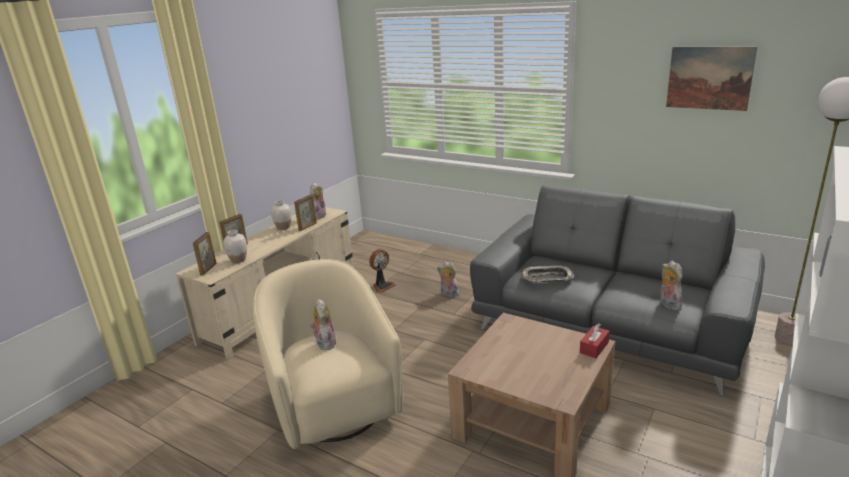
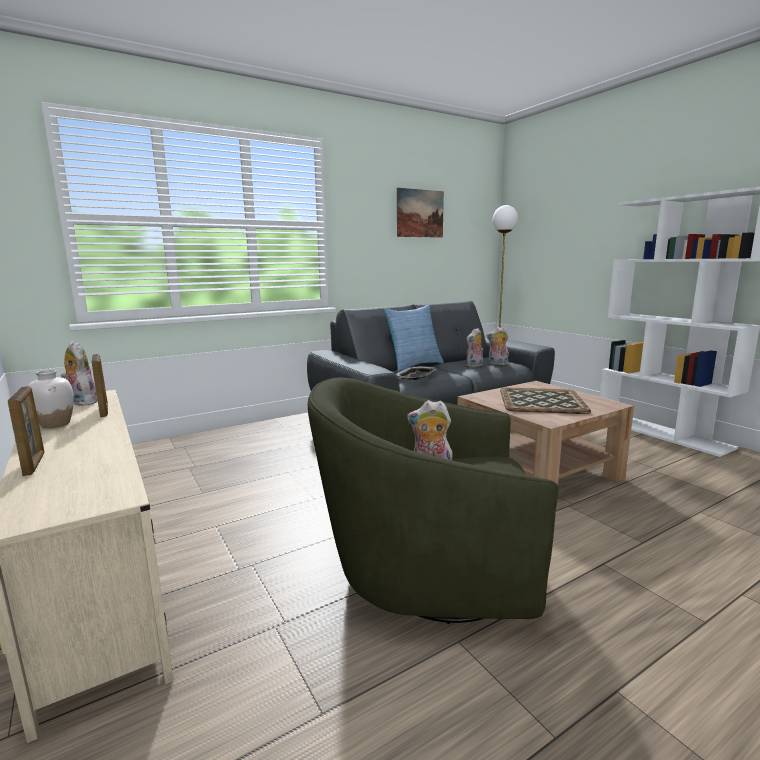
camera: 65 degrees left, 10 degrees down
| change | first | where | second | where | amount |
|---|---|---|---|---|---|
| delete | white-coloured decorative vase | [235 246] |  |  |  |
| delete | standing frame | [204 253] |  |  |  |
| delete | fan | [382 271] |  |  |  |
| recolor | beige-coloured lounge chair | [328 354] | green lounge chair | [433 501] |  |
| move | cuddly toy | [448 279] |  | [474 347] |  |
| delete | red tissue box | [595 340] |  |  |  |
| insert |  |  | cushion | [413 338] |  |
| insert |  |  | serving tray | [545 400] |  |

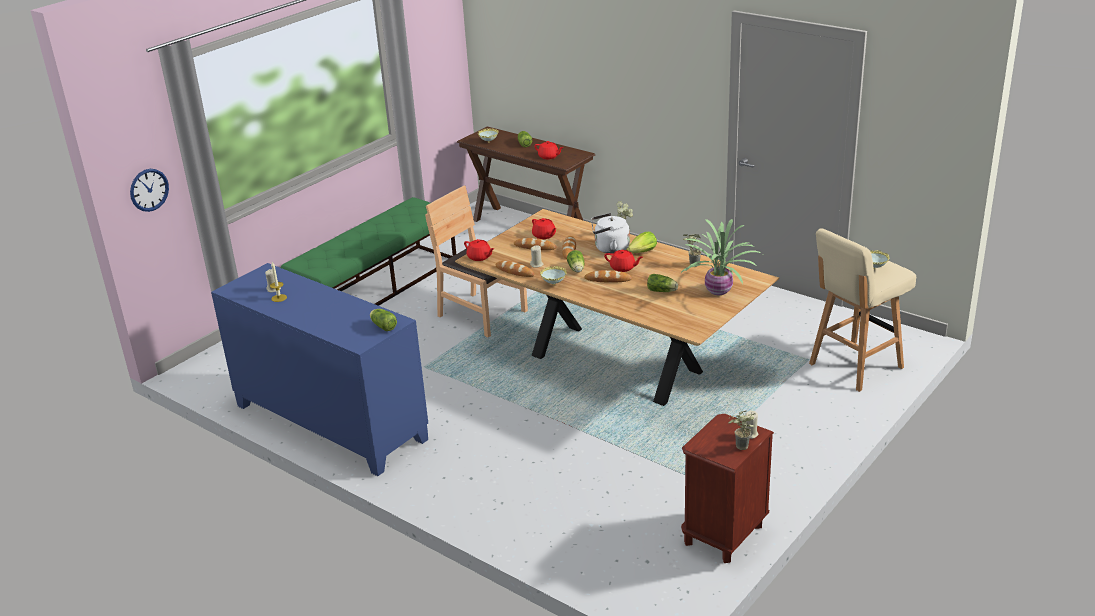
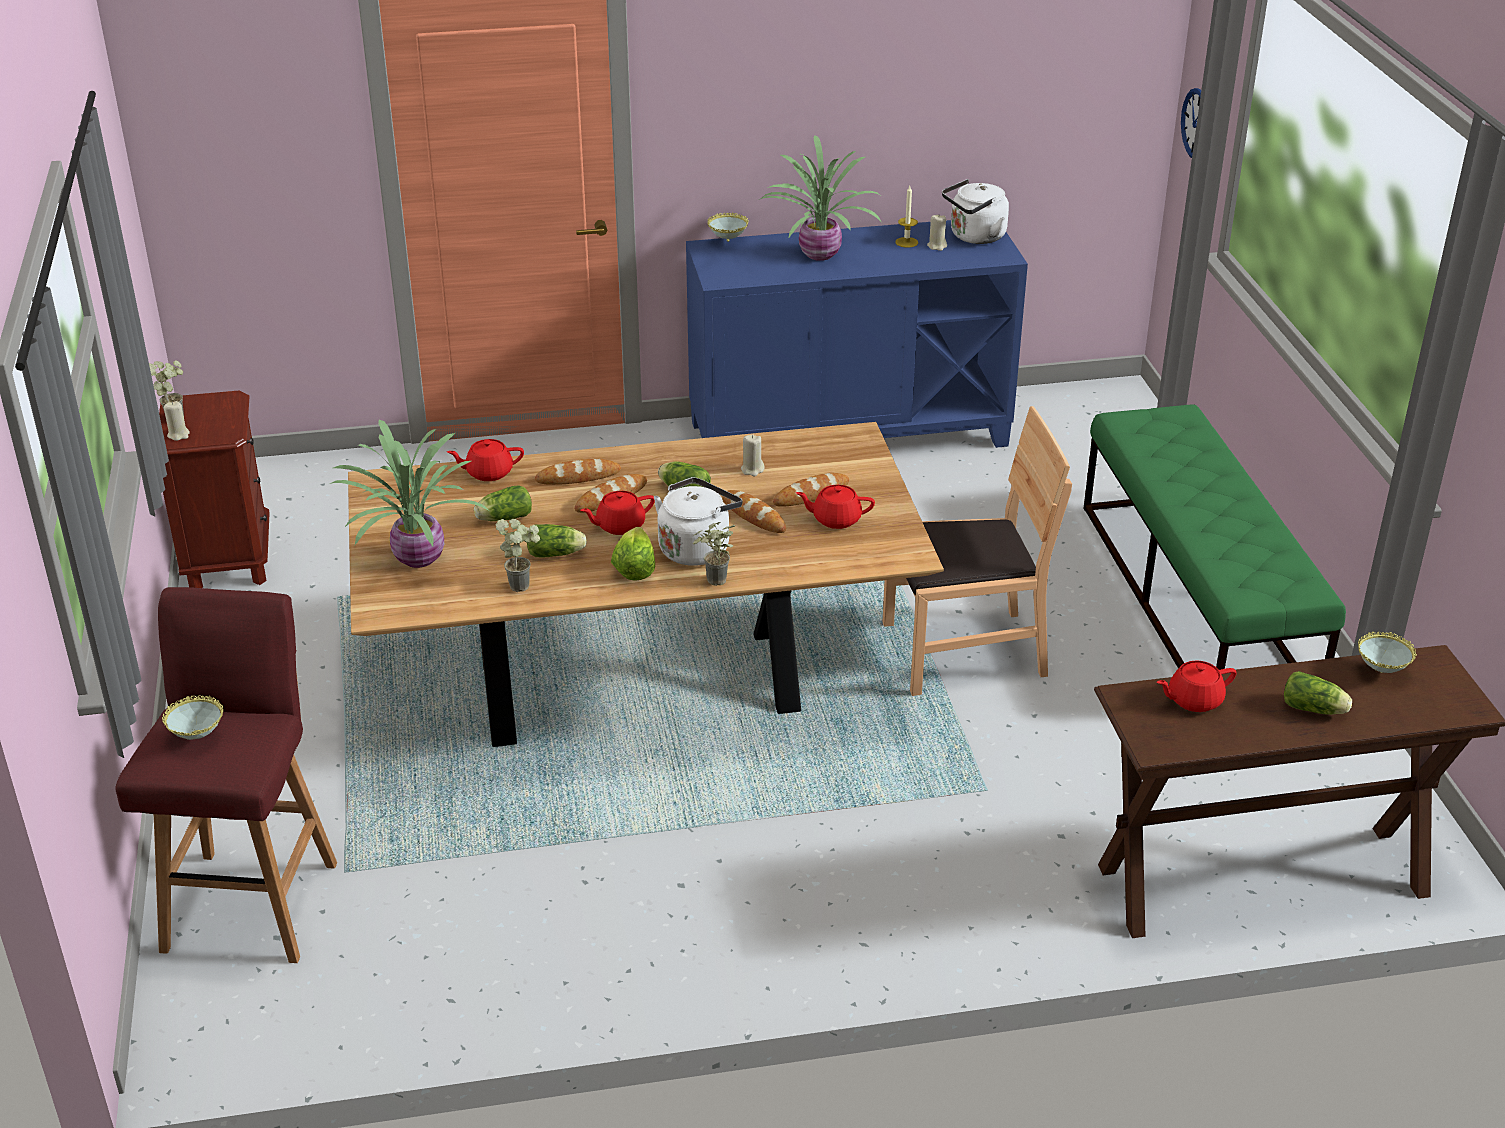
camera: 130 degrees right, 5 degrees up
| change | first | where | second | where | amount |
|---|---|---|---|---|---|
| recolor | beige-coloured sitting stool | [862 310] | red sitting stool | [226 775] |  |
| move | red teapot | [479 250] |  | [485 460] |  |
| move | bread | [515 269] |  | [578 472] |  |
| move | bowl | [553 275] |  | [728 227] |  |
| move | lettuce head | [383 320] |  | [557 541] |  |
| insert |  |  | plant in a pot | [820 198] |  |
| insert |  |  | white-coloured water kettle | [975 211] |  |

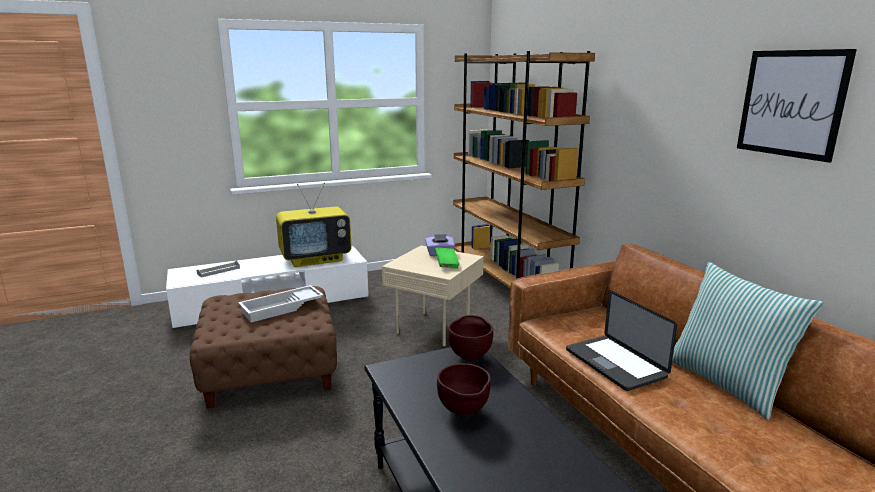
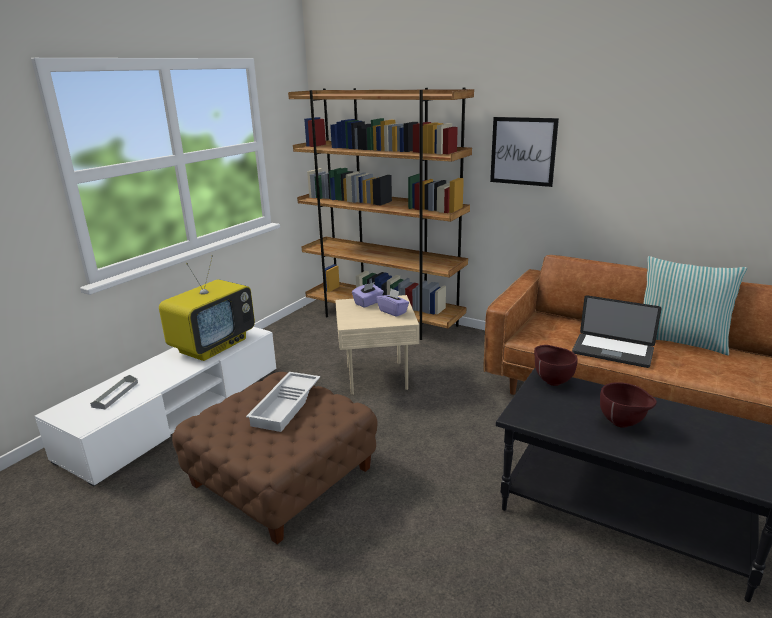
camera: 35 degrees left, 5 degrees up
| change | first | where | second | where | amount |
|---|---|---|---|---|---|
| move | picture | [797 106] |  | [524 152] |  |
| replace | green bound book | [447 258] | purplish tissue box | [393 303] |  |

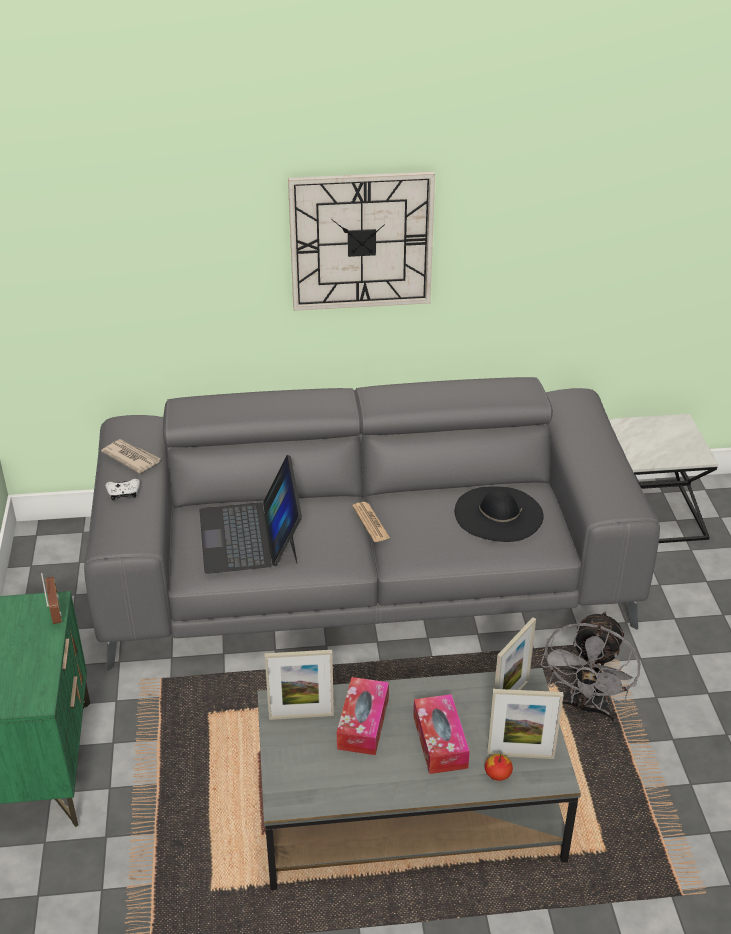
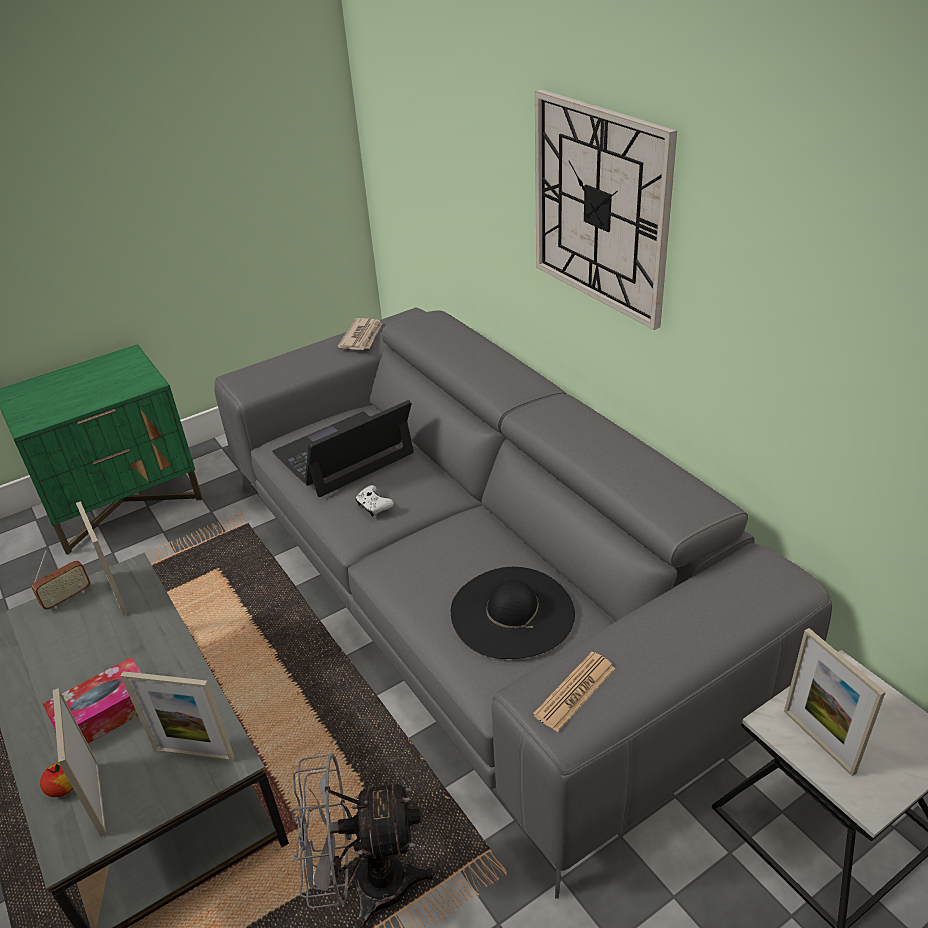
camera: 65 degrees right, 0 degrees up
| change | first | where | second | where | amount |
|---|---|---|---|---|---|
| move | white-coloured gamepad | [122 490] |  | [374 501] |  |
| move | printed paper | [371 522] |  | [574 692] |  |
| move | radio receiver | [51 598] |  | [61 580] |  |
| delete | tissue box | [363 716] |  |  |  |
| insert |  |  | standing frame | [835 702] |  |

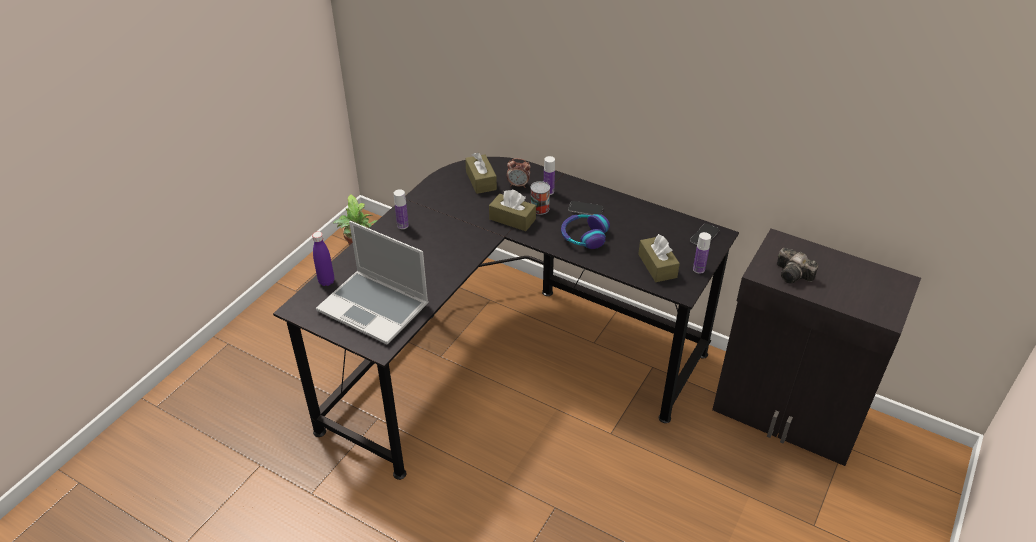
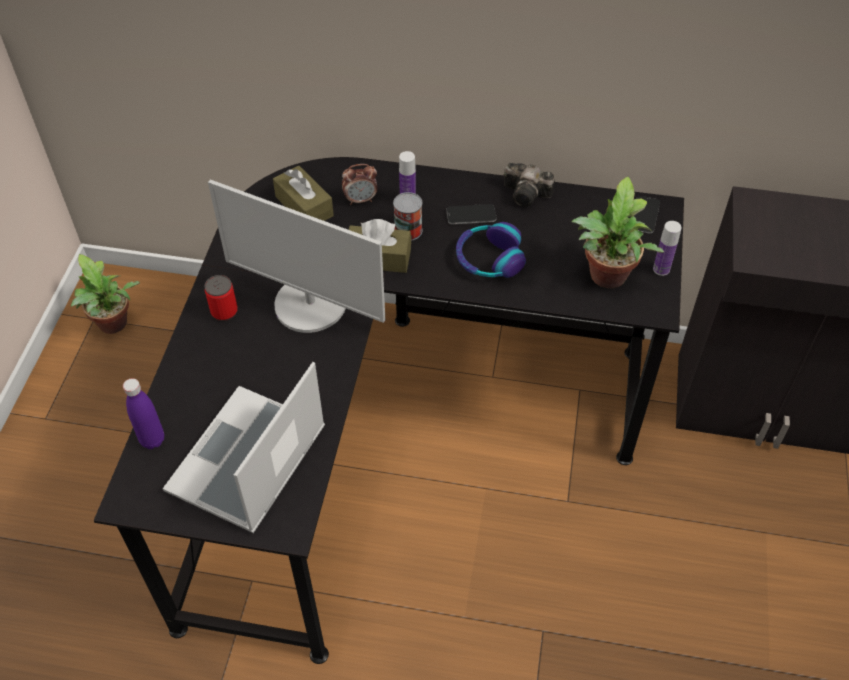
camera: 20 degrees left, 10 degrees up
| change | first | where | second | where | amount |
|---|---|---|---|---|---|
| replace | beverage bottle | [401 209] | metal can | [221 298] |  |
| rotate | laptop | [372 283] |  | [244 447] | 105 degrees clockwise |
| replace | brown tissue box | [659 258] | plant in a pot | [618 232] |  |
| move | photo camera | [797 266] |  | [529 185] |  |
| insert |  |  | monitor | [296 256] |  |

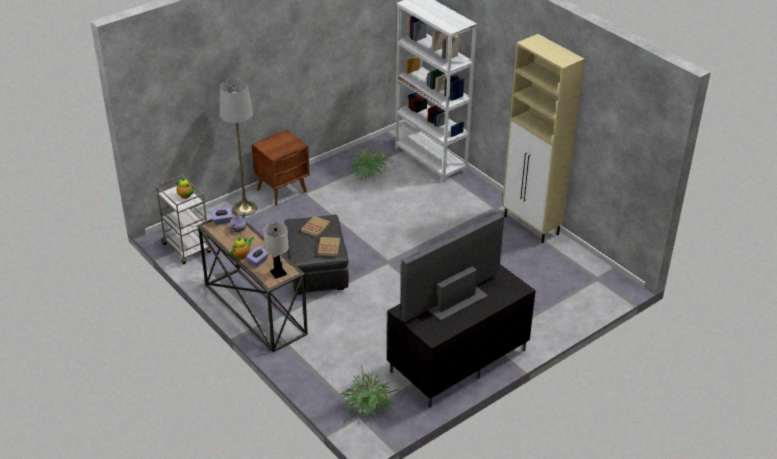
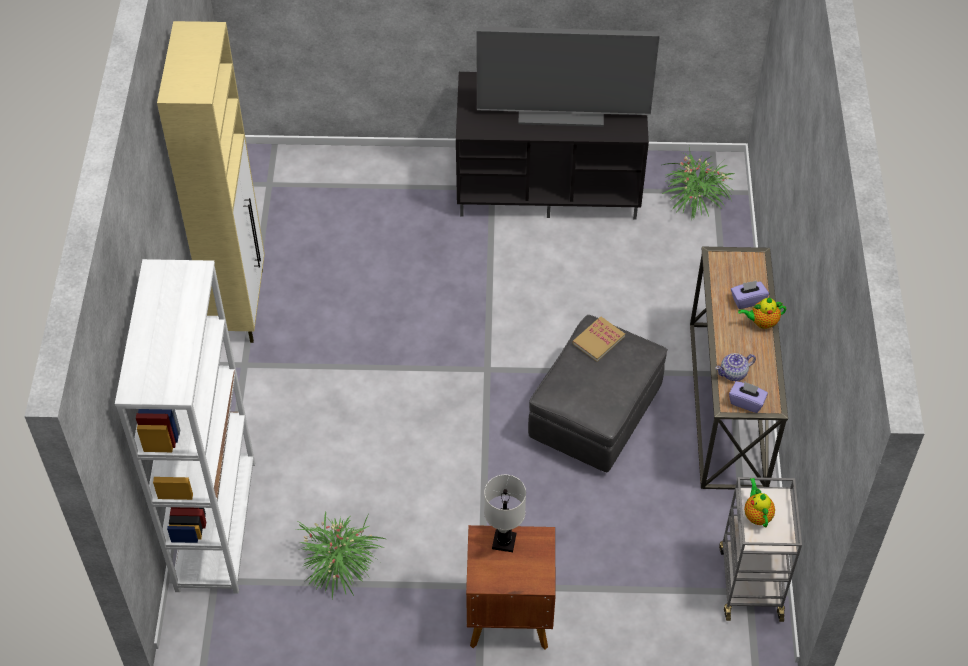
camera: 140 degrees left, 15 degrees up
| change | first | where | second | where | amount |
|---|---|---|---|---|---|
| delete | grey standing lamp | [238 147] |  |  |  |
| delete | bound book | [316 227] |  |  |  |
| move | white-coloured table lamp | [276 251] |  | [505 513] |  |

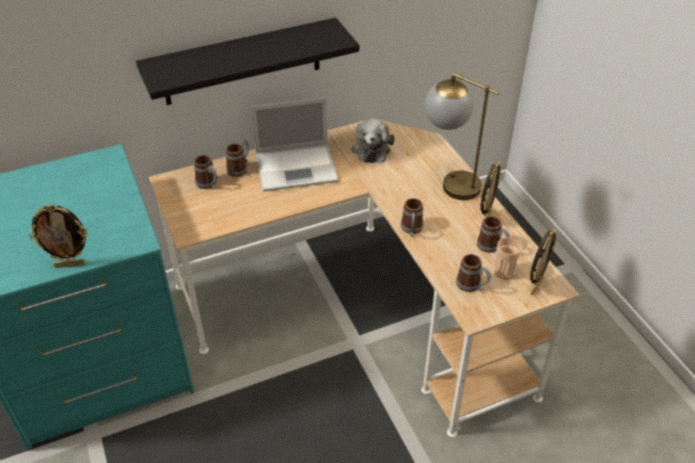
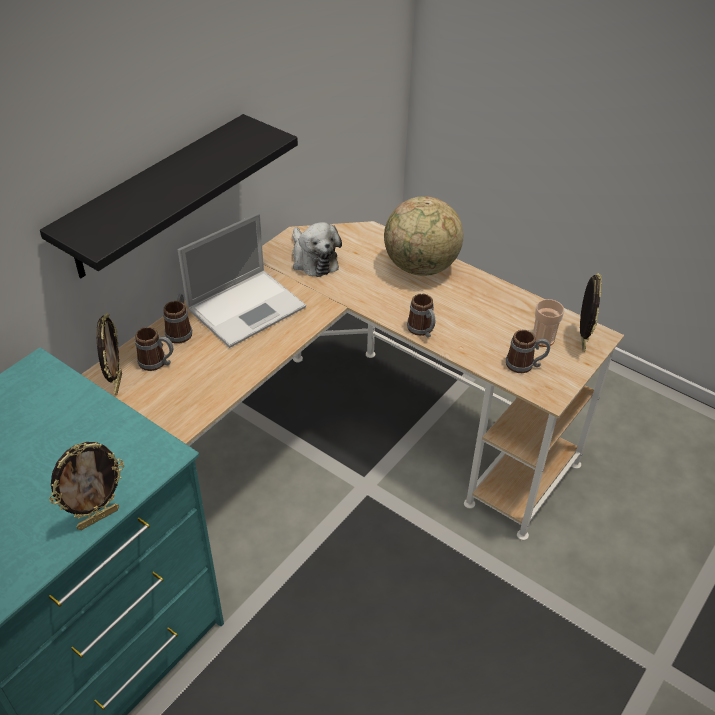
camera: 30 degrees left, 0 degrees up
| change | first | where | second | where | amount |
|---|---|---|---|---|---|
| replace | table lamp | [462 136] | world globe | [423 236] |  |
| move | standing frame | [491 191] |  | [109 354] |  |
| delete | coffee mug | [493 234] |  |  |  |

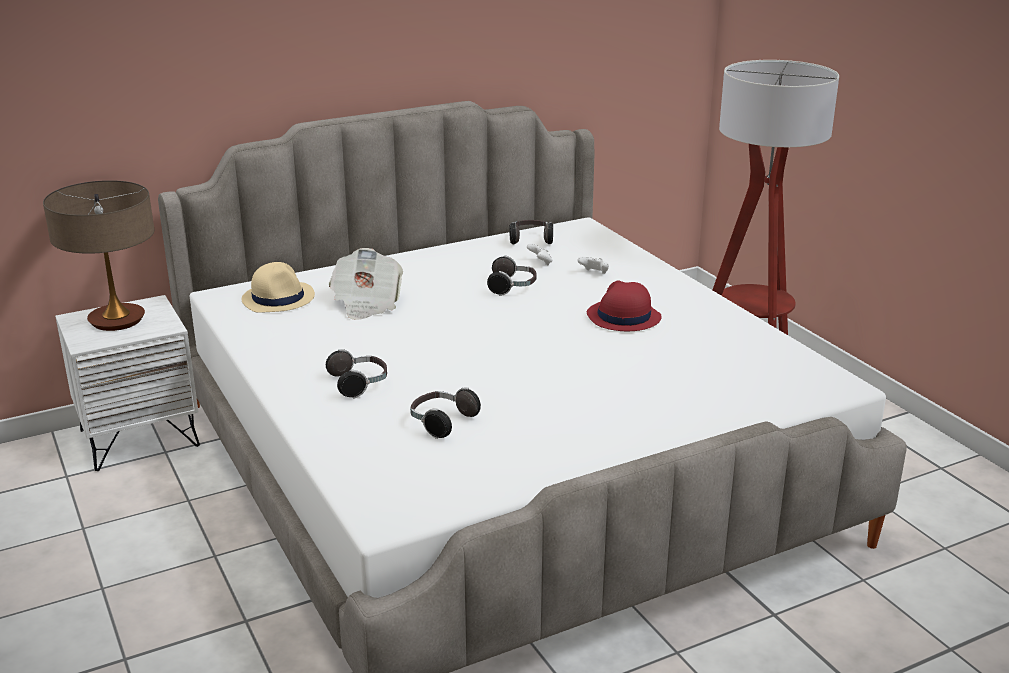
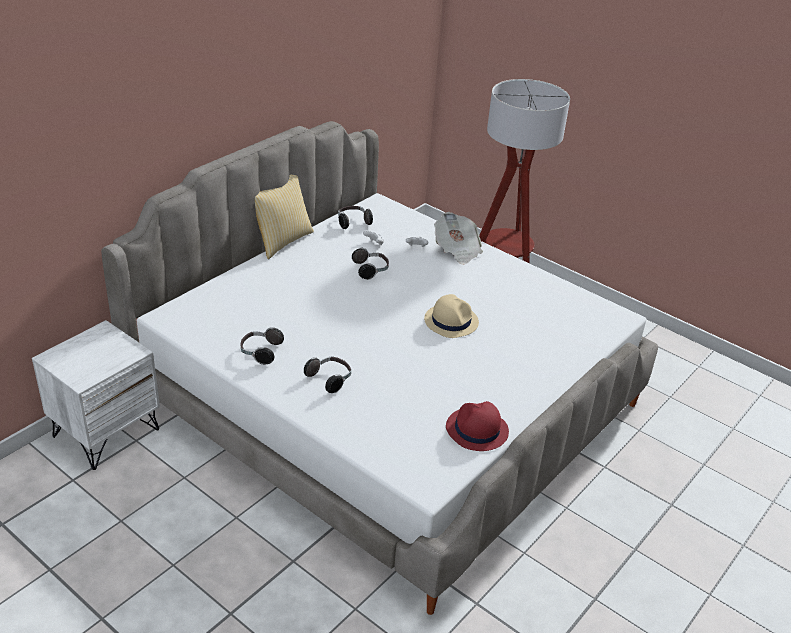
camera: 25 degrees left, 10 degrees up
| change | first | where | second | where | amount |
|---|---|---|---|---|---|
| delete | table lamp | [98 255] |  |  |  |
| move | printed paper | [366 284] |  | [458 238] |  |
| move | beige-coloured wearable hat | [278 287] |  | [451 316] |  |
| move | red wearable hat | [624 306] |  | [477 426] |  |
| move | headphones | [445 413] |  | [262 346] |  |
| insert |  |  | cushion | [284 217] |  |

